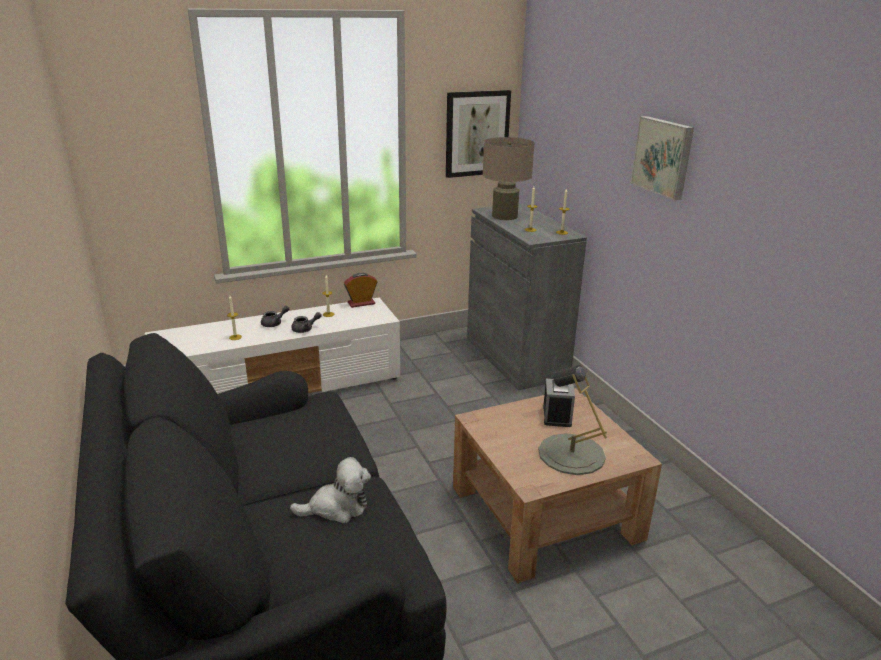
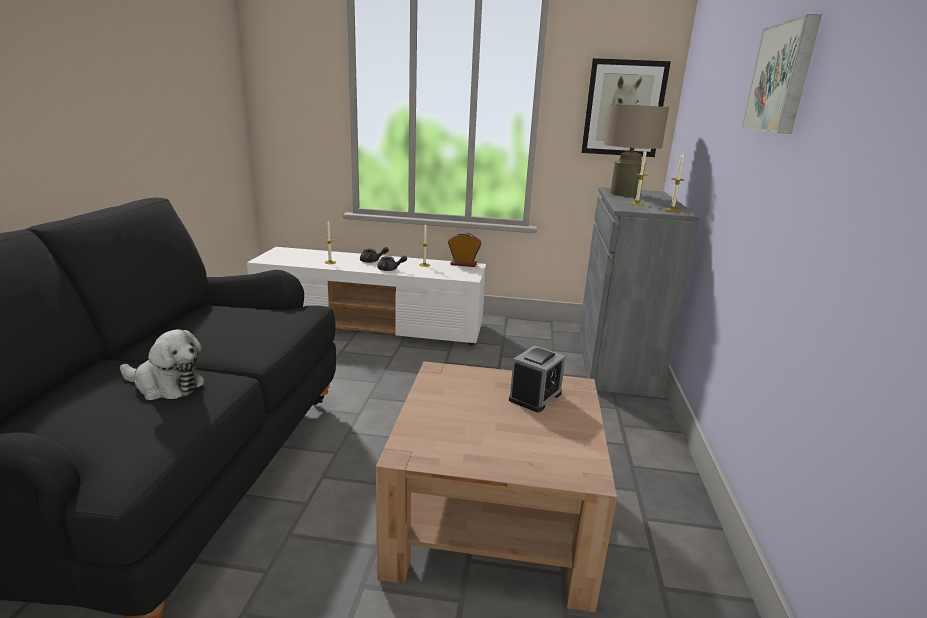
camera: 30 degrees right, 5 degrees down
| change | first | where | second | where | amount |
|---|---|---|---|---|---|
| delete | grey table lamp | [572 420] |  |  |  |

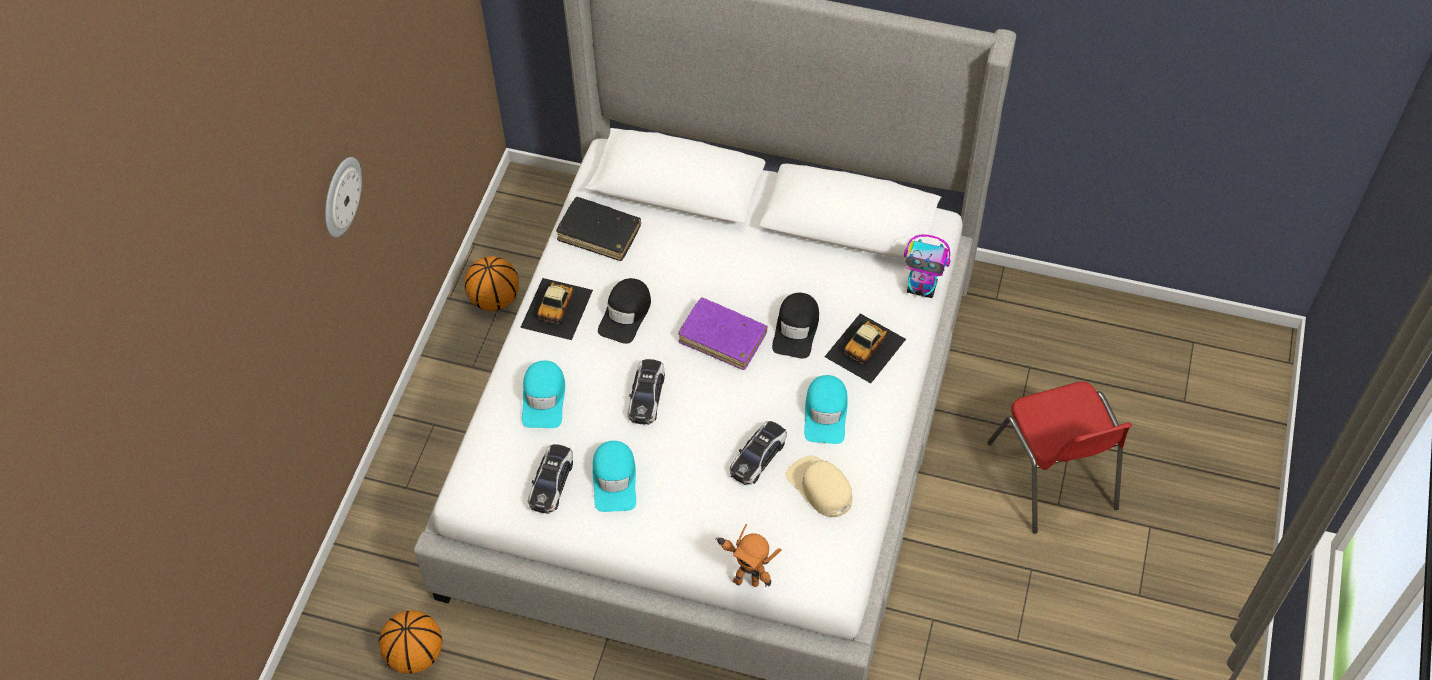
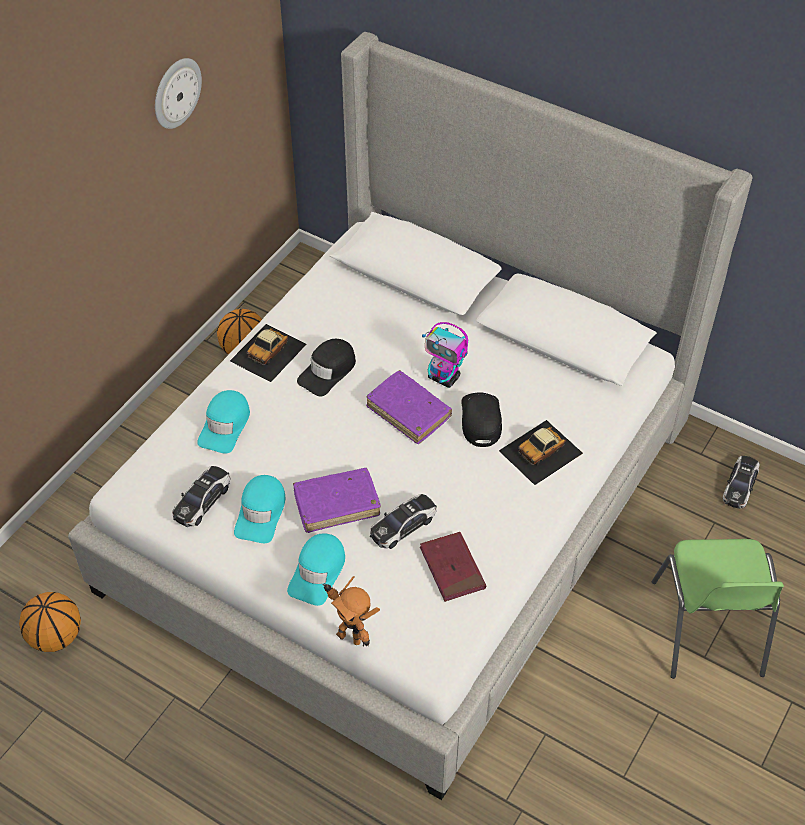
camera: 15 degrees right, 5 degrees down
| change | first | where | second | where | amount |
|---|---|---|---|---|---|
| move | hanging clock | [343 197] |  | [178 93] |  |
| delete | blackish bound book | [598 229] |  |  |  |
| move | toy robot | [927 266] |  | [445 355] |  |
| rotate | blackish peaked cap | [795 326] |  | [481 419] | 150 degrees clockwise |
| move | toy car | [646 392] |  | [741 482] |  |
| move | turquoise-coloured peaked cap | [826 409] |  | [316 569] |  |
| recolor | red plain chair | [1059 458] | green plain chair | [718 609] |  |
| replace | beige-coloured peaked cap | [818 486] | red bound book | [453 567] |  |
| insert |  |  | purplish bound book | [337 500] |  |

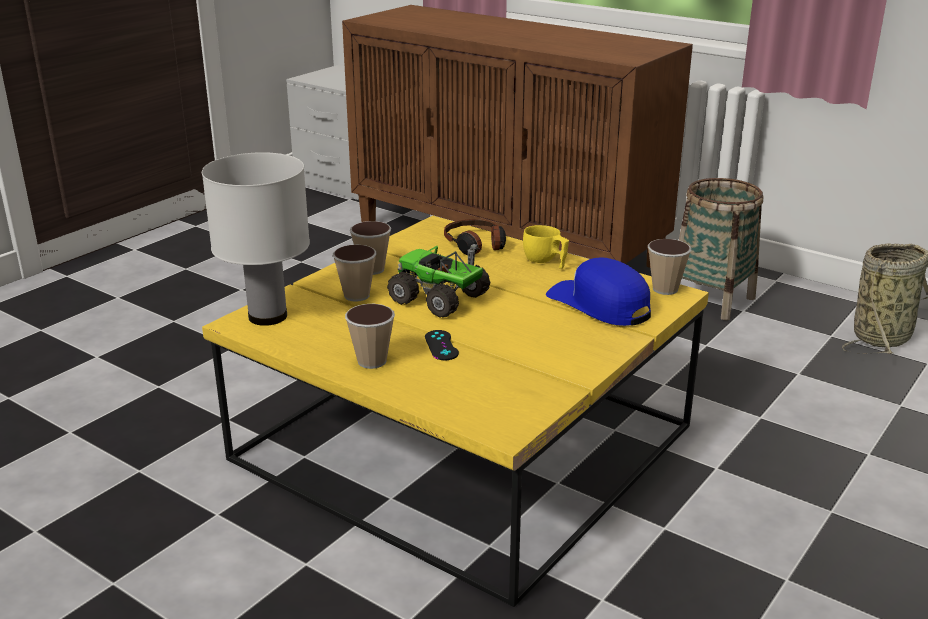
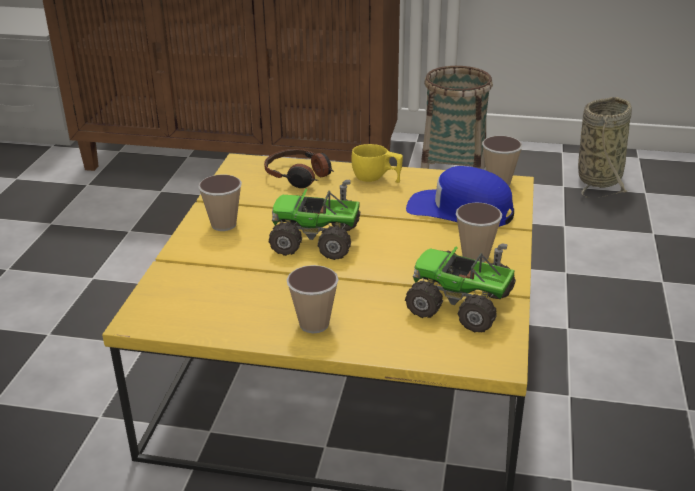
camera: 25 degrees left, 5 degrees up
| change | first | where | second | where | amount |
|---|---|---|---|---|---|
| delete | white-coloured table lamp | [256 239] |  |  |  |
| move | drinking cup | [354 273] |  | [479 232] |  |
| delete | blackish gamepad | [442 345] |  |  |  |
| insert |  |  | model truck | [460 288] |  |

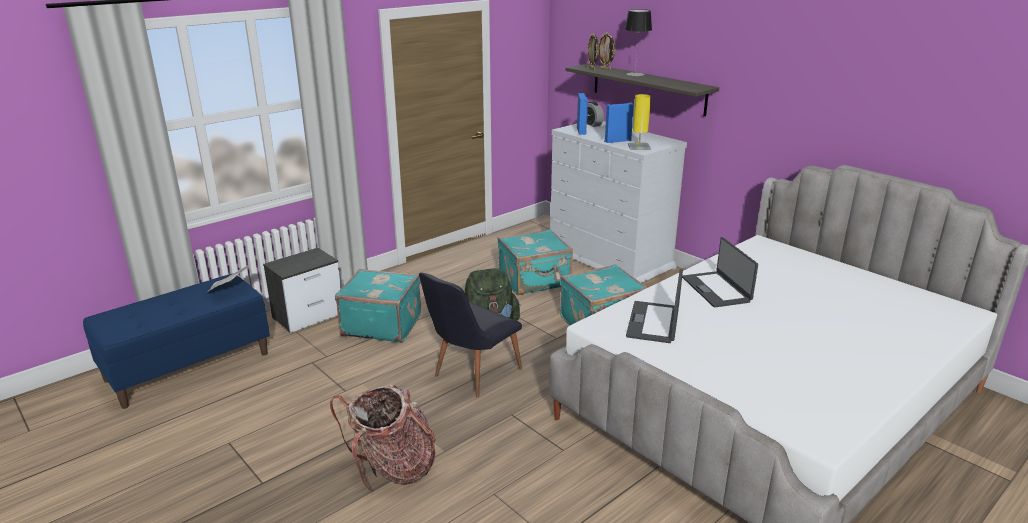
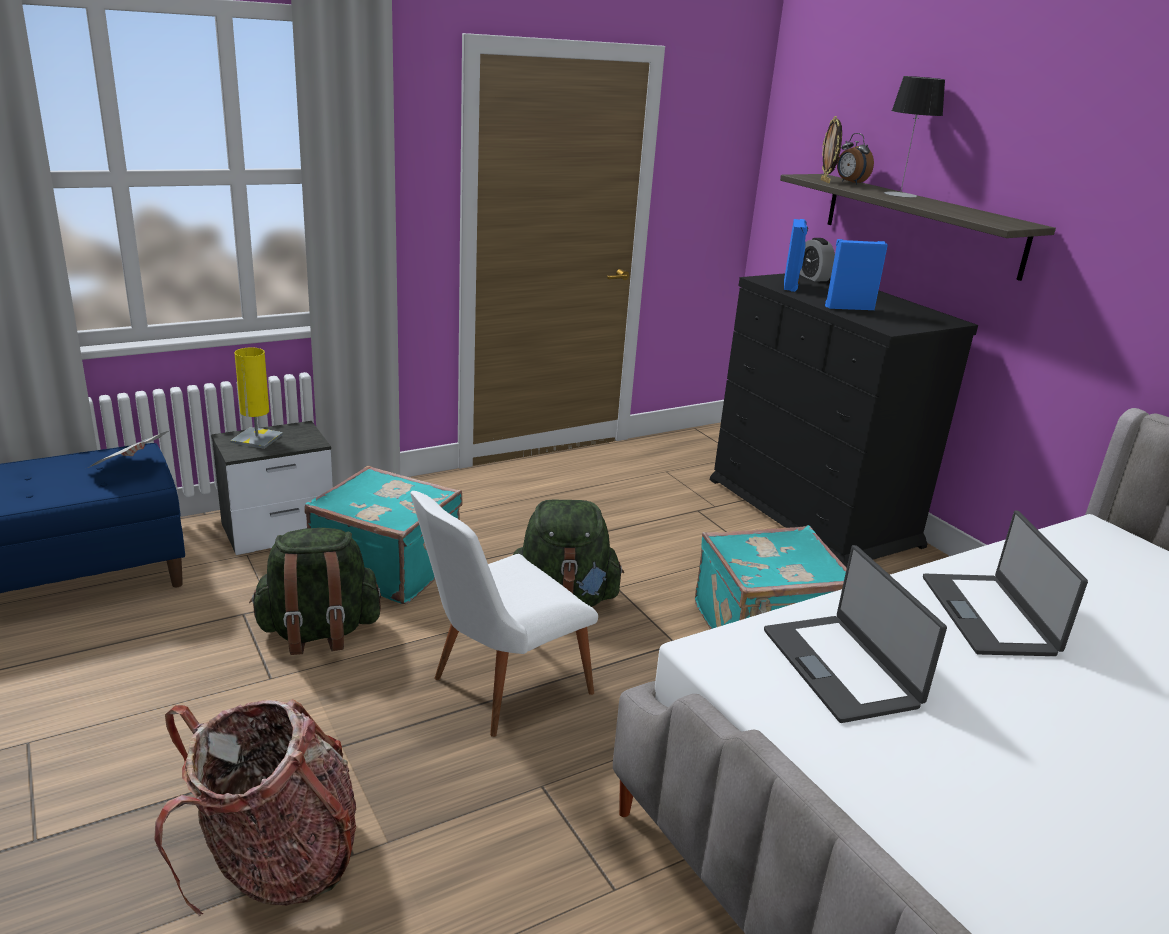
camera: 10 degrees right, 0 degrees up
| change | first | where | second | where | amount |
|---|---|---|---|---|---|
| replace | standing frame | [607 51] | alarm clock | [855 159] |  |
| move | yellow table lamp | [639 122] |  | [257 398] |  |
| recolor | white-coloured chest of drawers | [618 202] | blackish chest of drawers | [844 420] |  |
| delete | turquoise-coloured suitcase | [535 262] |  |  |  |
| rotate | laptop | [654 306] |  | [855 634] | 45 degrees counterclockwise |
| recolor | blackish plain chair | [470 335] | white-coloured plain chair | [504 614] |  |
| insert |  |  | green rucksack | [315 591] |  |

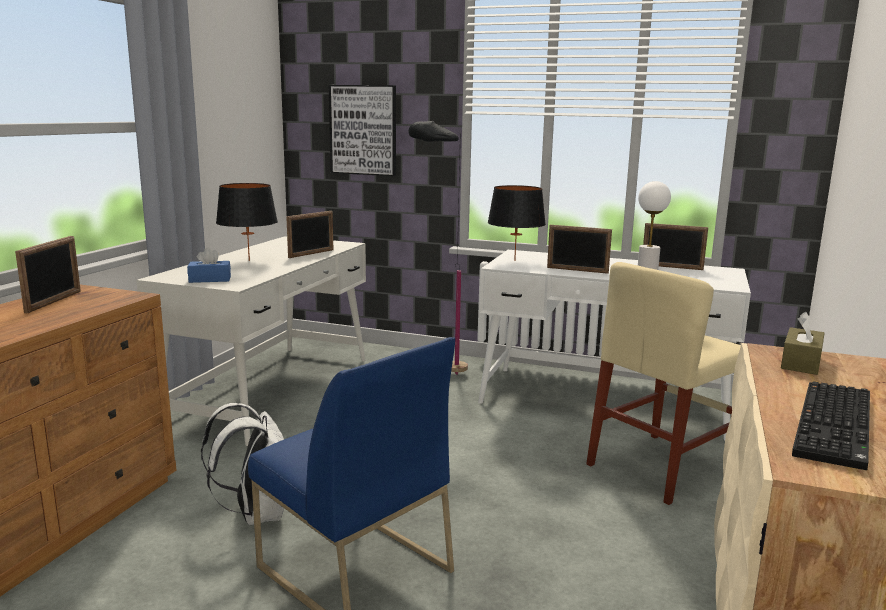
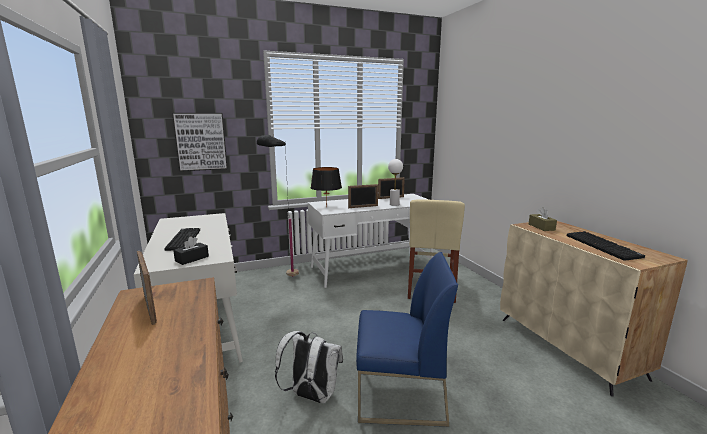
camera: 40 degrees left, 0 degrees up
| change | first | where | second | where | amount |
|---|---|---|---|---|---|
| replace | blackish table lamp | [247 222] | computer keyboard | [182 239] |  |
| delete | standing frame | [309 234] |  |  |  |
| recolor | bluish tissue box | [209 265] | blackish tissue box | [191 250] |  |

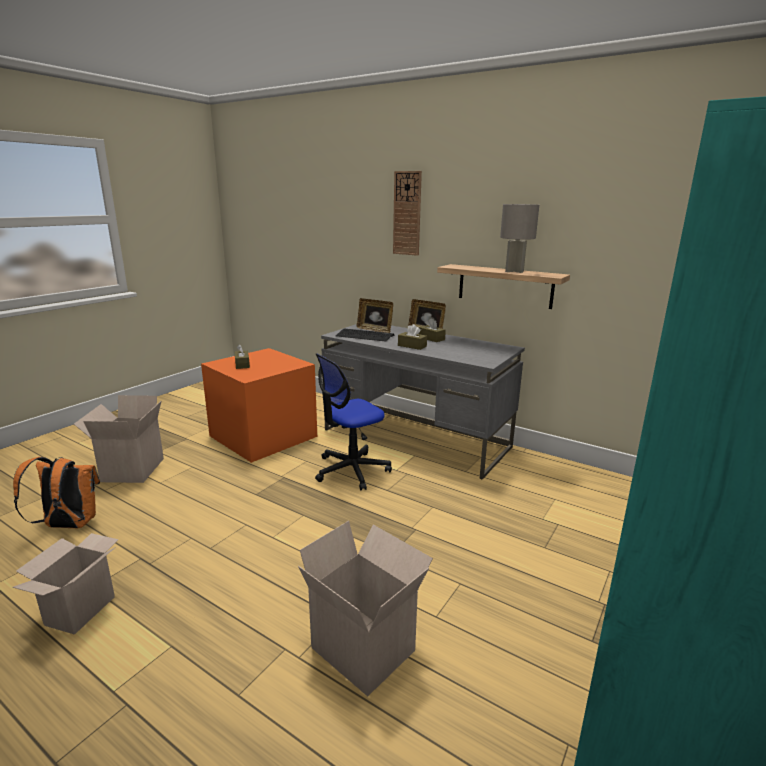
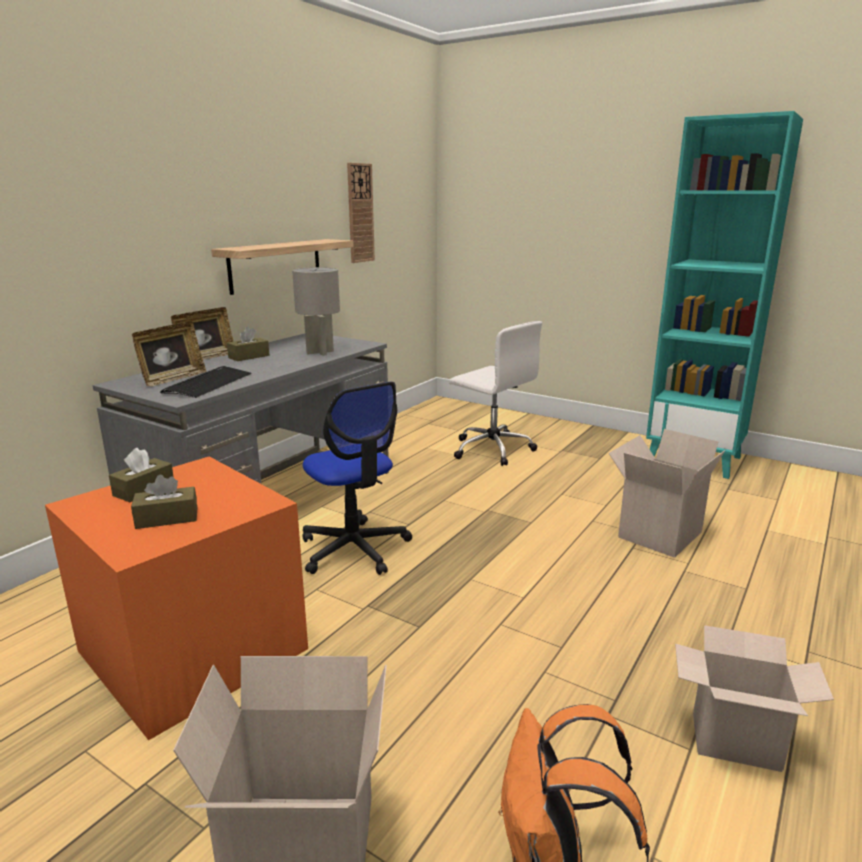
camera: 90 degrees left, 0 degrees up
| change | first | where | second | where | amount |
|---|---|---|---|---|---|
| move | hanging clock | [407 213] |  | [361 213] |  |
| move | grey table lamp | [519 238] |  | [316 311] |  |
| move | brown tissue box | [412 337] |  | [141 475] |  |
| insert |  |  | white-coloured office chair | [495 393] |  |

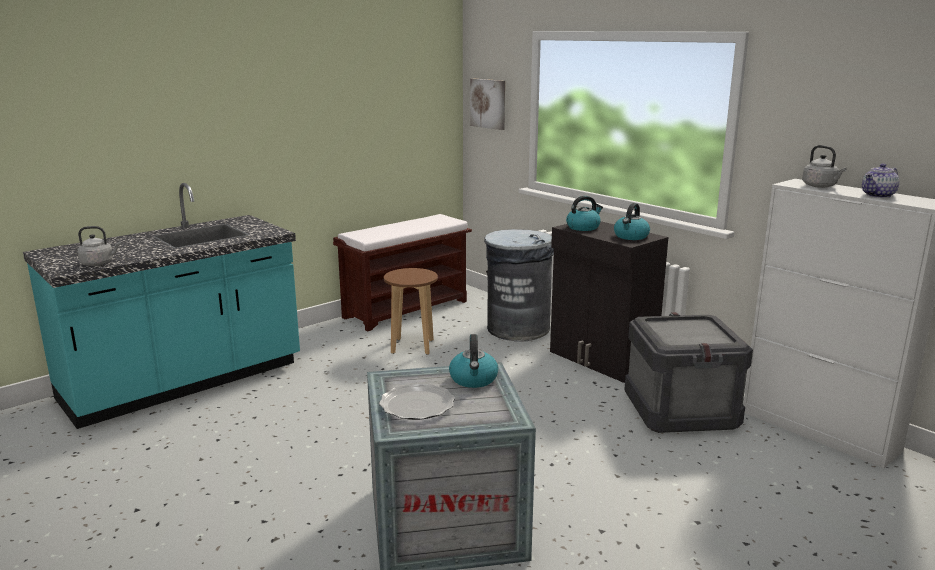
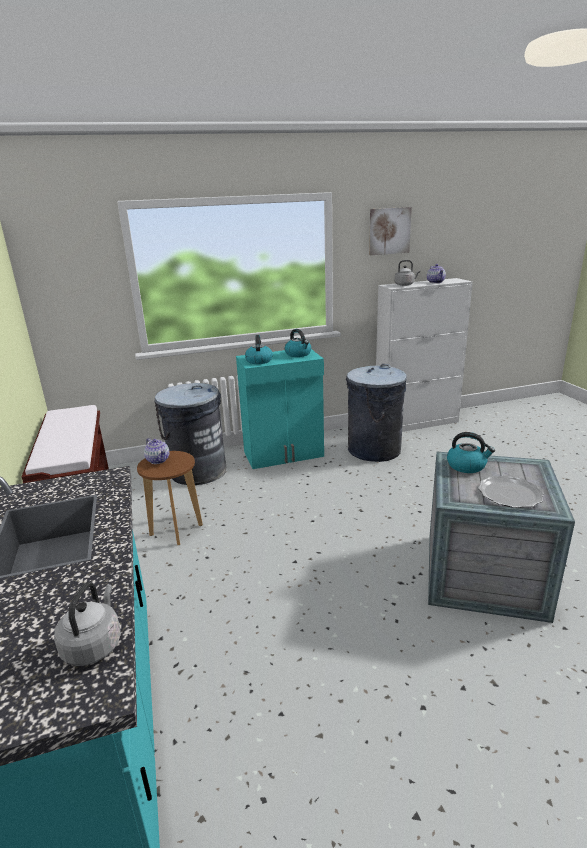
camera: 65 degrees left, 5 degrees up
| change | first | where | second | where | amount |
|---|---|---|---|---|---|
| move | picture | [487 104] |  | [390 231] |  |
| recolor | blackish cabinet | [609 302] | turquoise-coloured cabinet | [280 409] |  |
| replace | packing crate | [688 372] | grey trash can | [376 413] |  |
| insert |  |  | teapot | [156 451] |  |

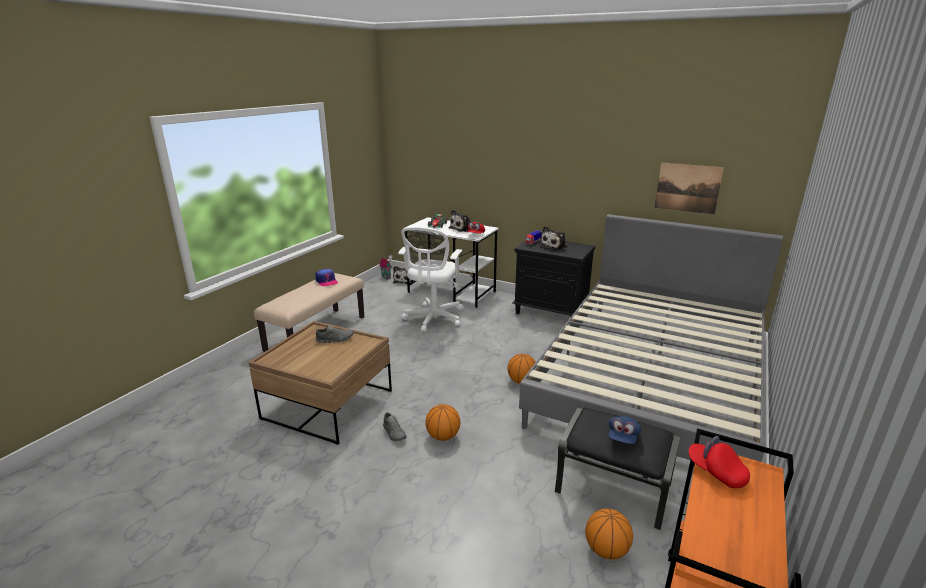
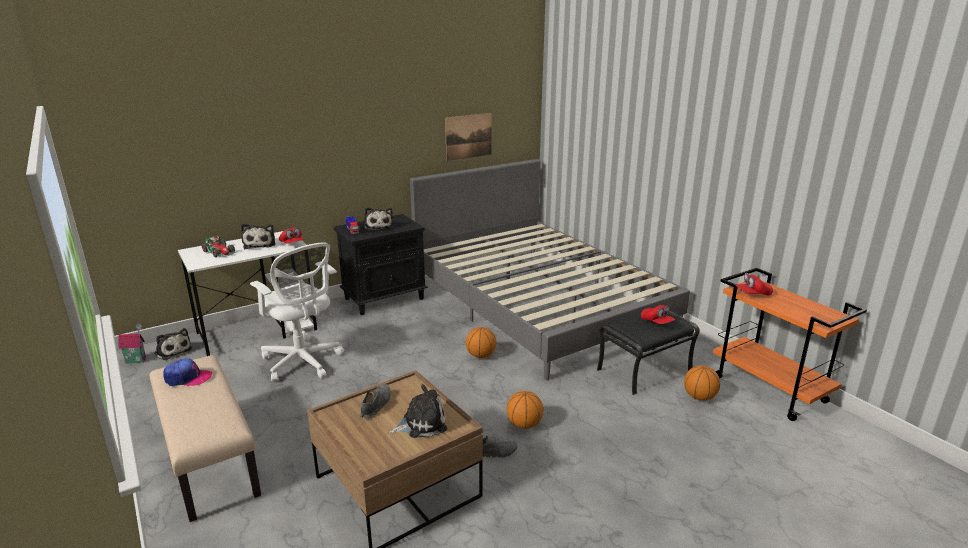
camera: 60 degrees left, 0 degrees up
| change | first | where | second | where | amount |
|---|---|---|---|---|---|
| recolor | bluish peaked cap | [625 430] | red peaked cap | [658 314] |  |
| insert |  |  | cuddly toy | [418 411] |  |

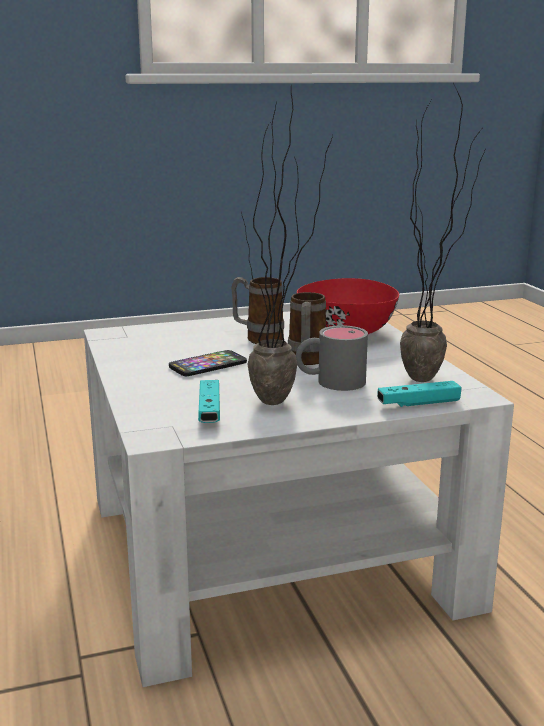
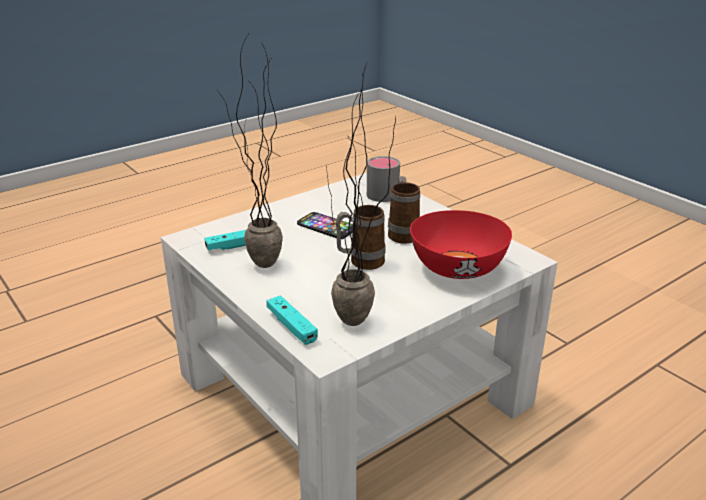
camera: 70 degrees right, 10 degrees up
| change | first | where | second | where | amount |
|---|---|---|---|---|---|
| move | grey coffee mug | [332 358] |  | [383 179] |  |

